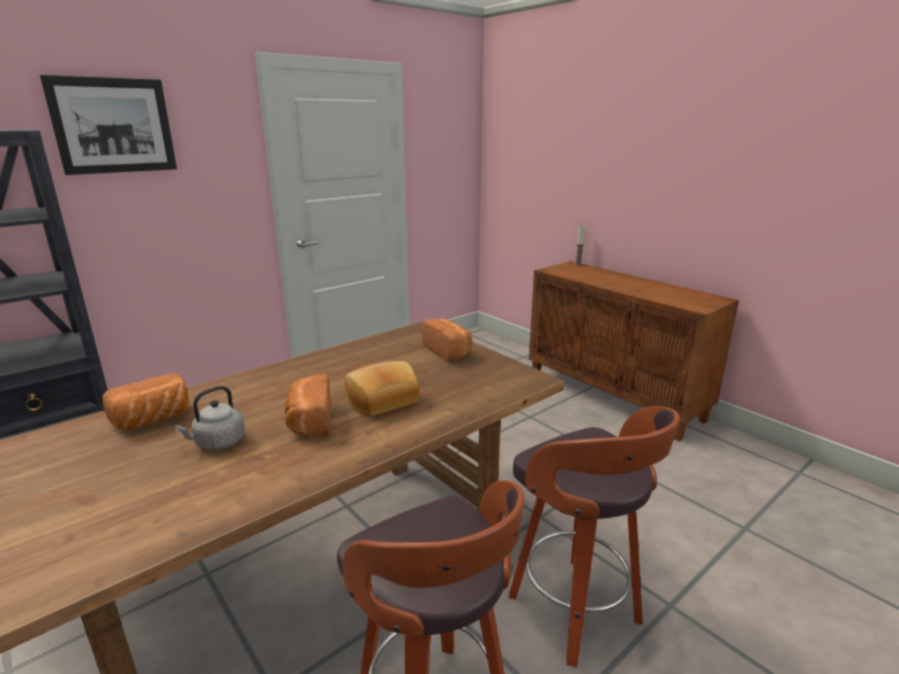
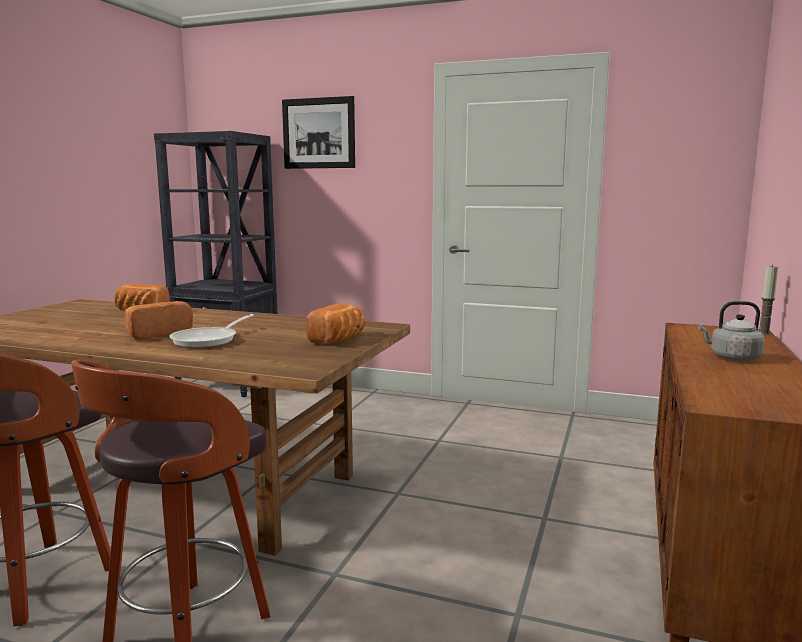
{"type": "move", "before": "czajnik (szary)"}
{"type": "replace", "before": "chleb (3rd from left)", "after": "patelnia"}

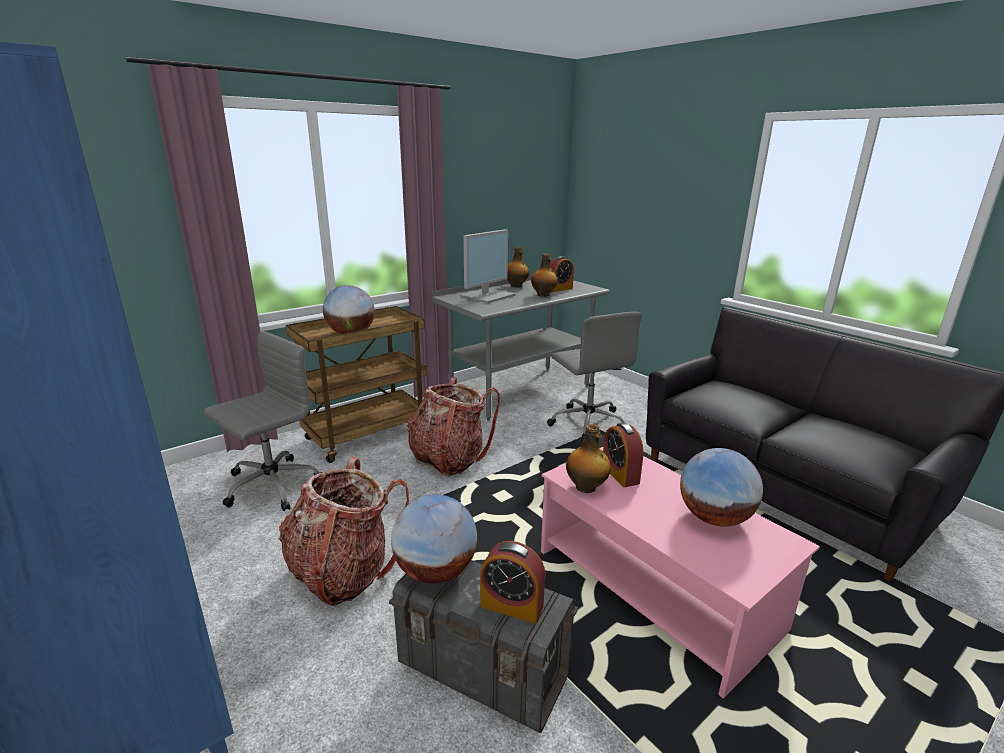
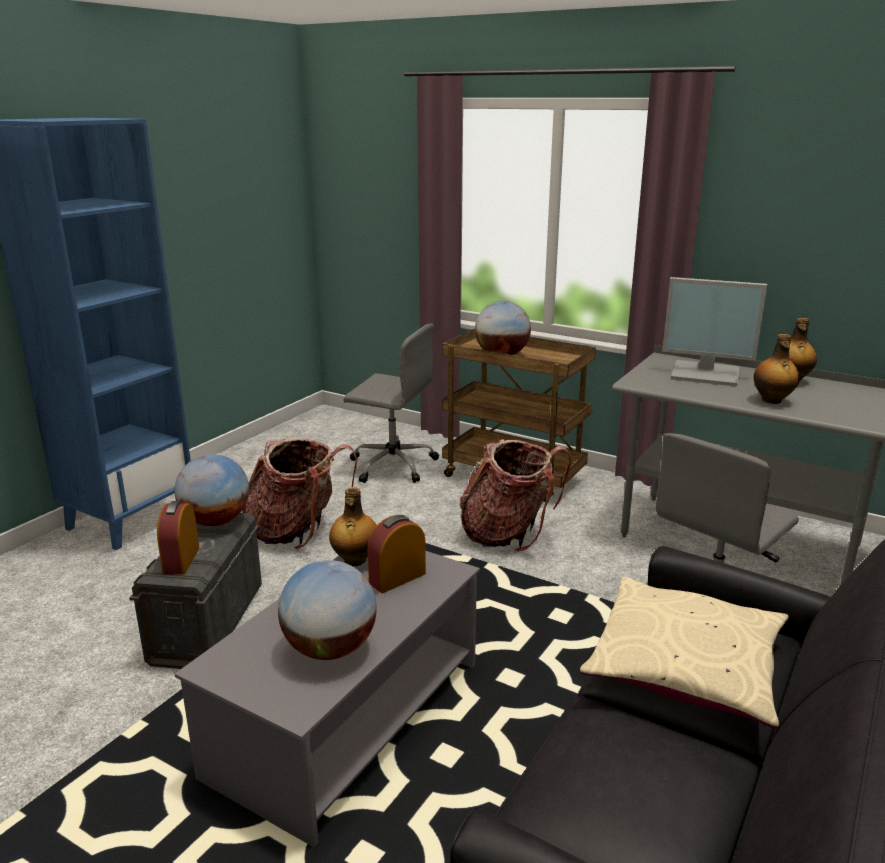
{"type": "recolor", "before": "ława (różowy)", "after": "ława (szary)"}
{"type": "delete", "before": "budzik (2nd from left)"}
{"type": "insert", "after": "poduszka (beżowy)"}

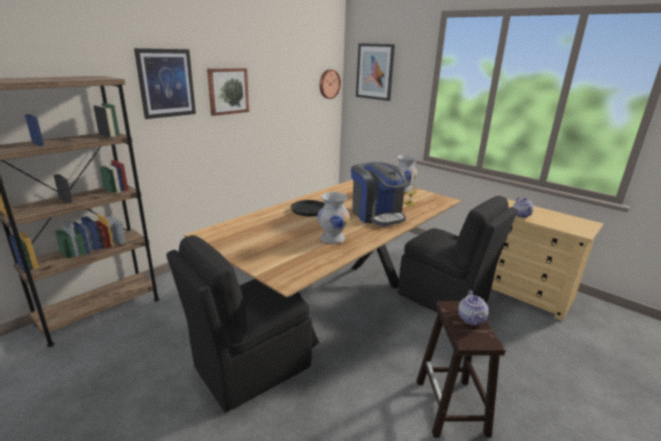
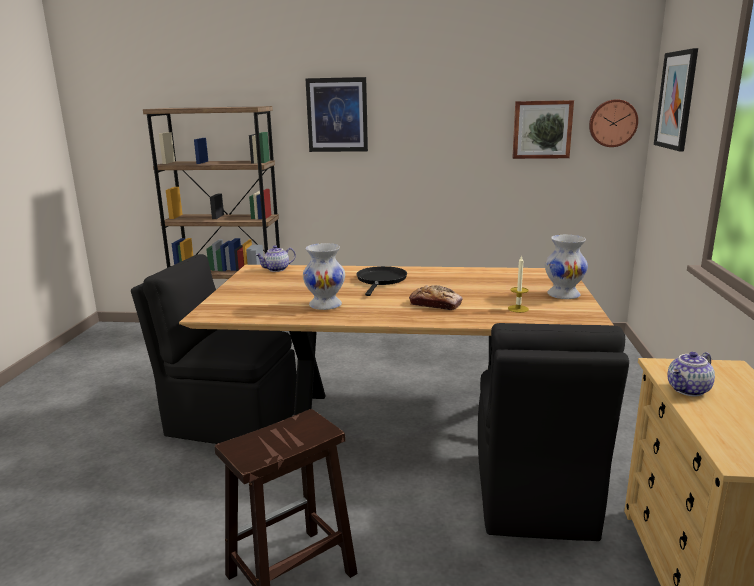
{"type": "move", "before": "obraz (2nd from left)"}
{"type": "replace", "before": "ekspres do kawy", "after": "chleb"}
{"type": "move", "before": "imbryk (1st from left)"}

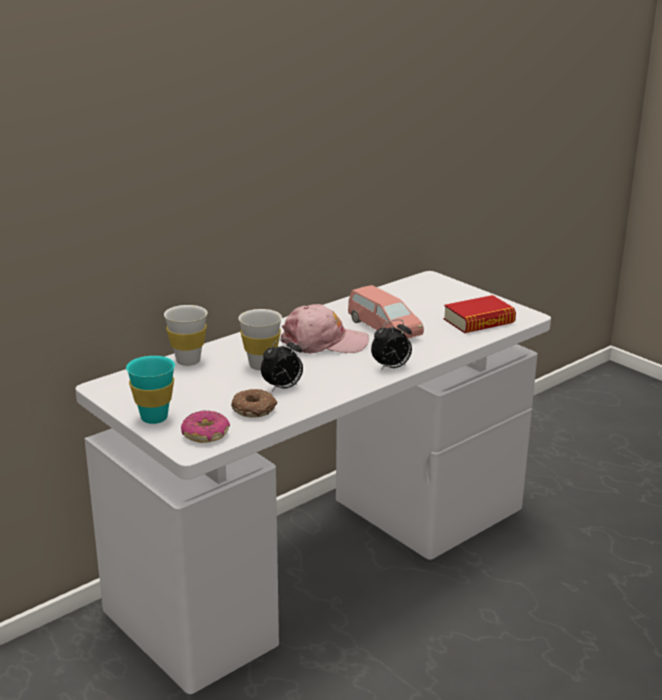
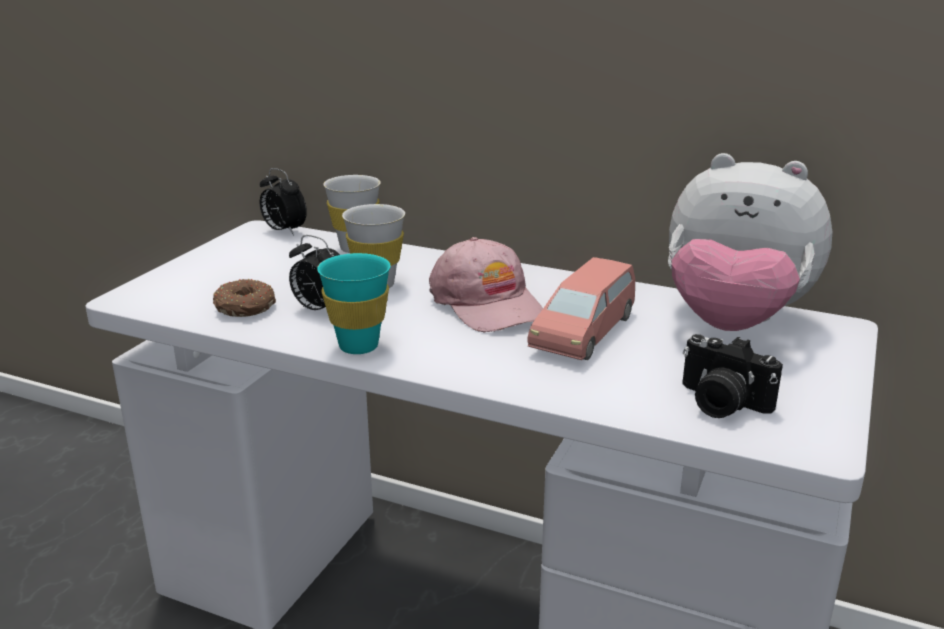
{"type": "move", "before": "filiżanka (turkusowy)"}
{"type": "delete", "before": "donut (1st from left)"}
{"type": "move", "before": "budzik (2nd from left in the first image)", "after": "budzik (1st from left)"}
{"type": "replace", "before": "książka", "after": "aparat fotograficzny"}
{"type": "insert", "after": "pluszak"}

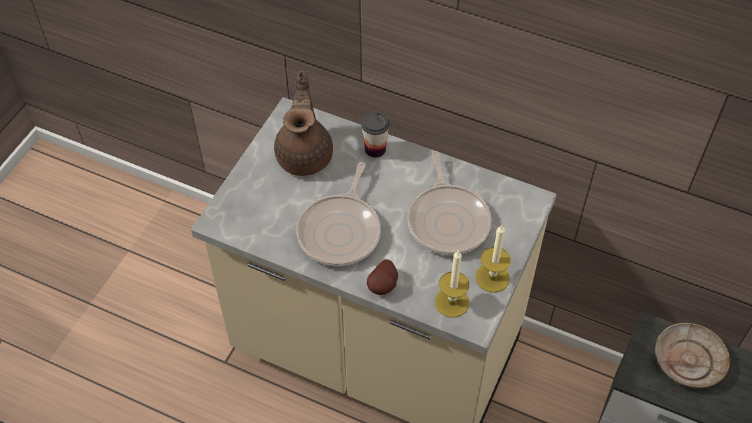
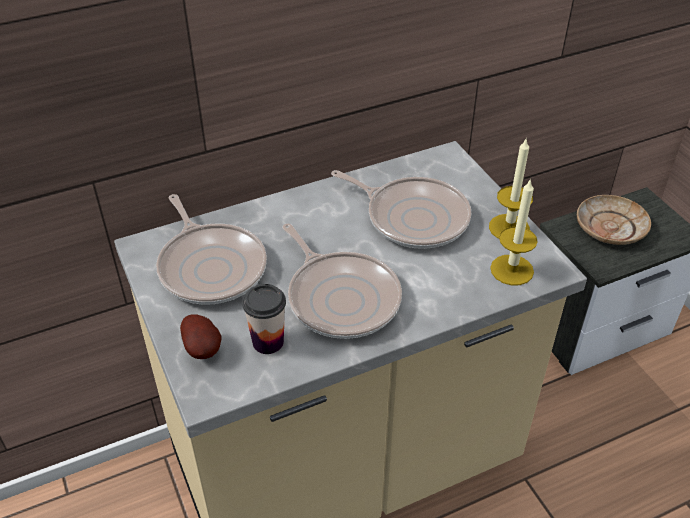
{"type": "replace", "before": "imbryk (brązowy)", "after": "patelnia (1st from left)"}
{"type": "move", "before": "filiżanka"}
{"type": "move", "before": "ziemniak"}

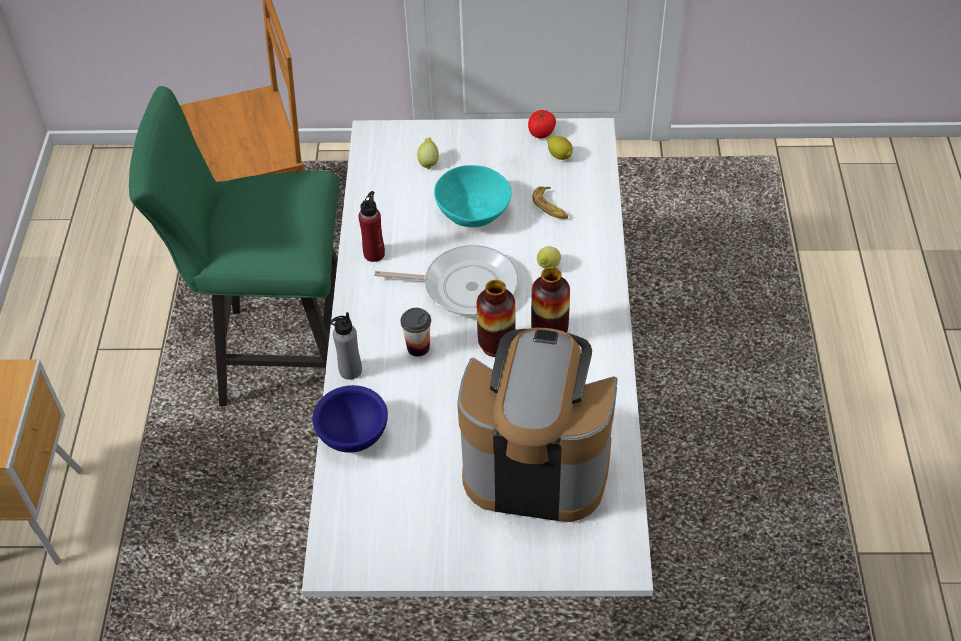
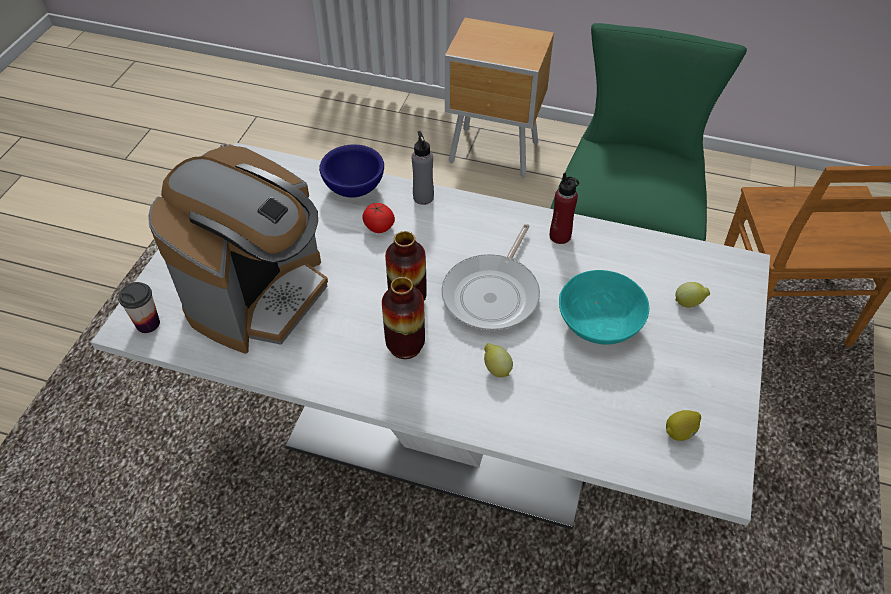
{"type": "move", "before": "filiżanka"}
{"type": "move", "before": "pomidor"}
{"type": "delete", "before": "banan"}

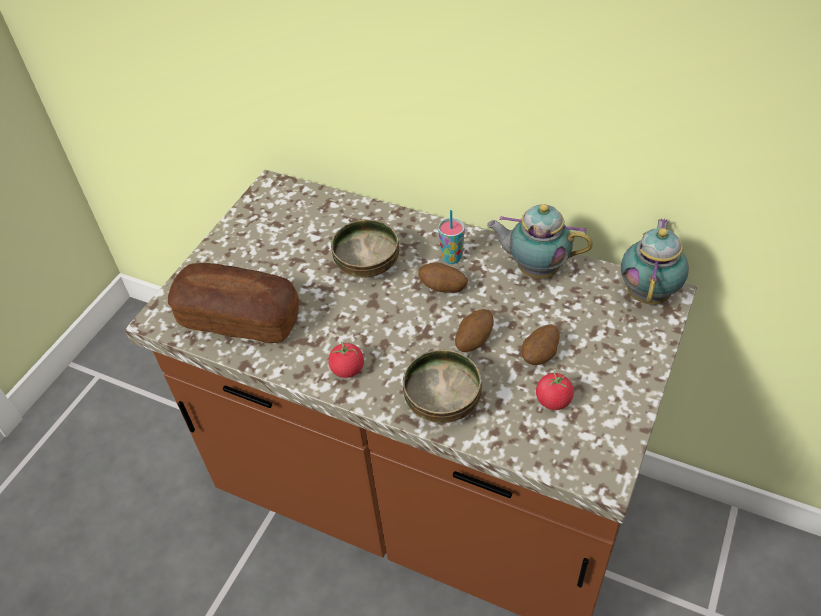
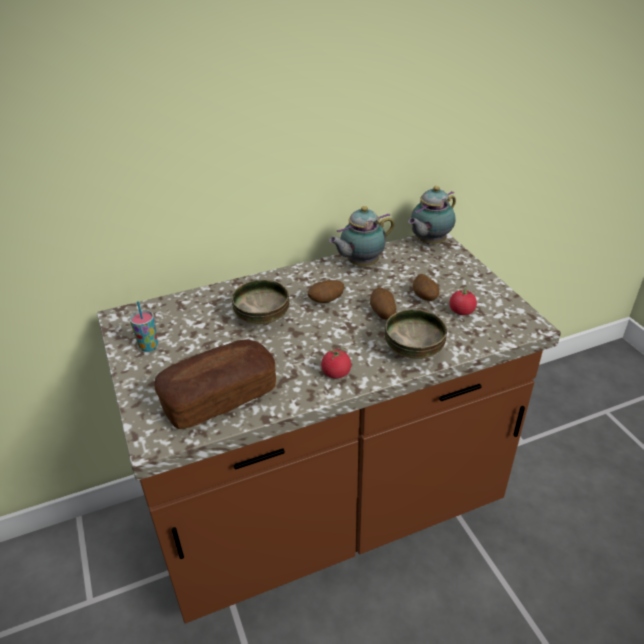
{"type": "move", "before": "filiżanka"}
{"type": "rotate", "before": "imbryk (2nd from left)", "turn": -105}

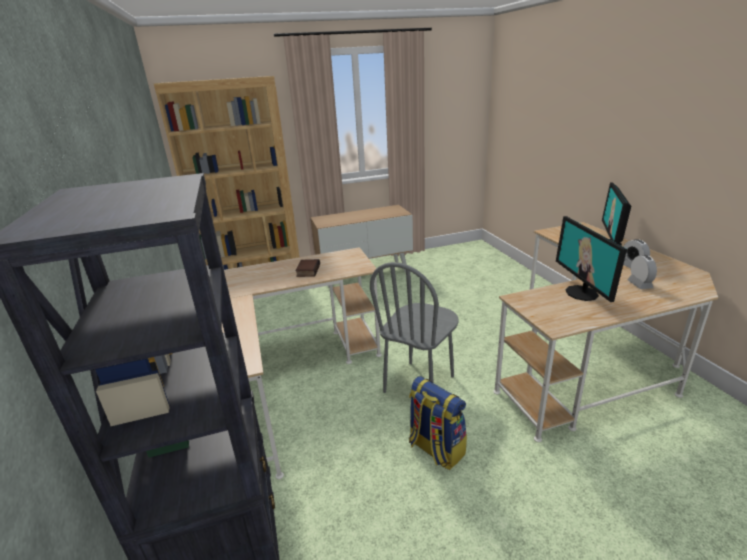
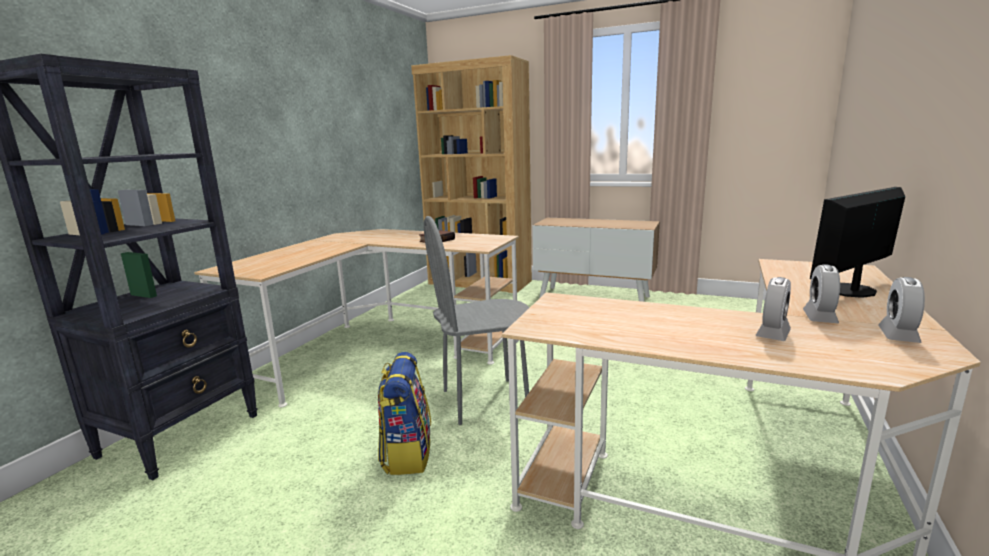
{"type": "delete", "before": "monitor (1st from left)"}
{"type": "insert", "after": "budzik (3rd from left)"}

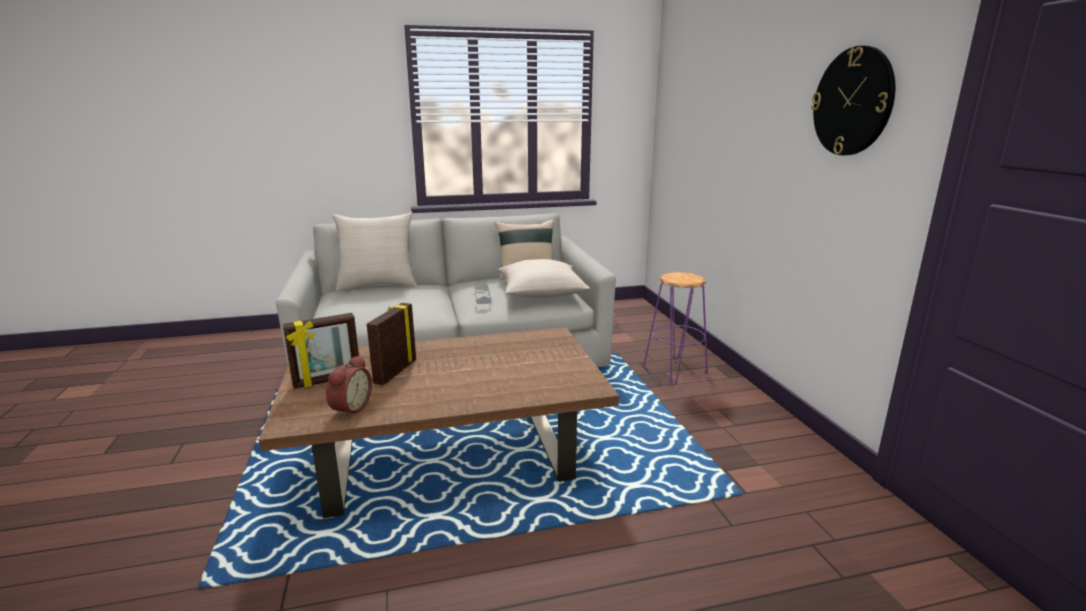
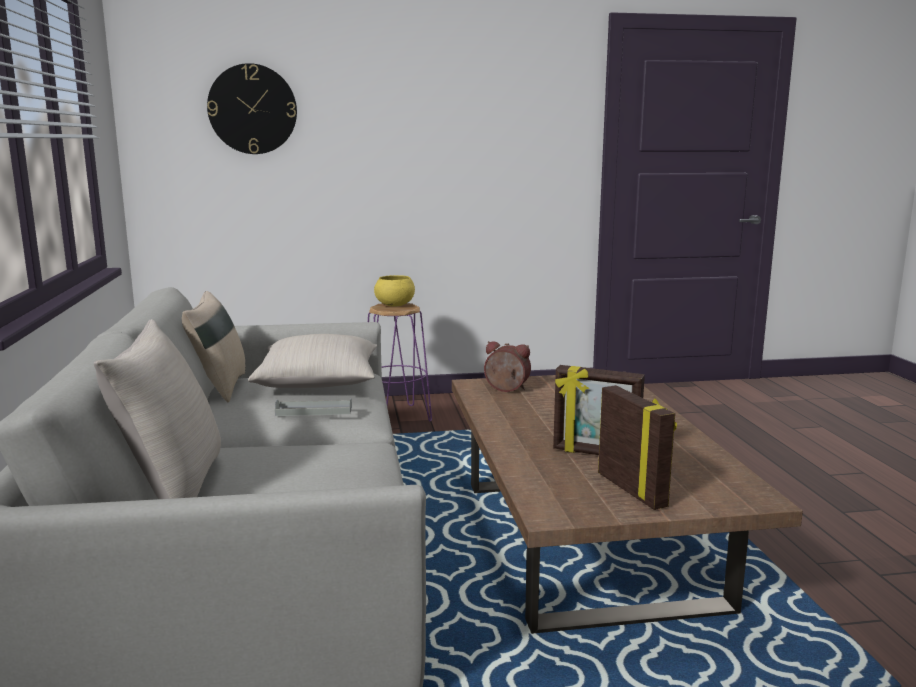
{"type": "move", "before": "budzik"}
{"type": "move", "before": "zegar ścienny"}
{"type": "insert", "after": "miska (żółty)"}

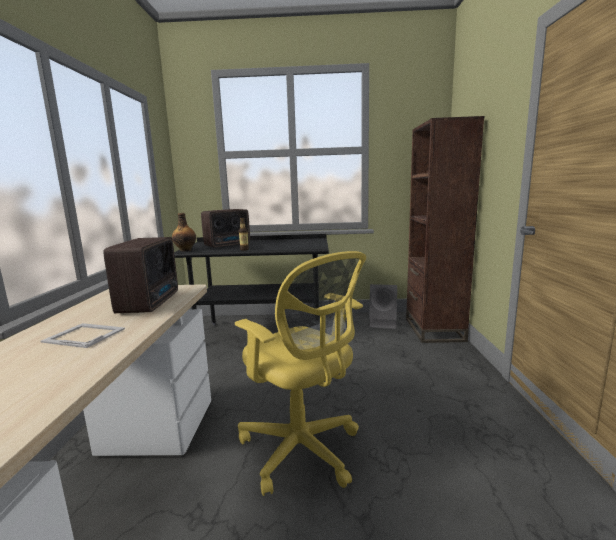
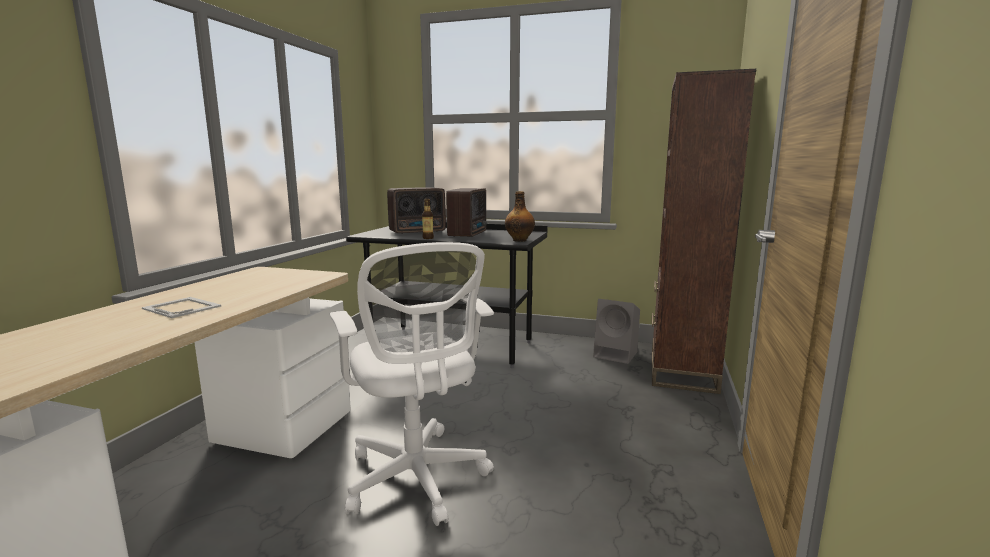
{"type": "move", "before": "radio (1st from left in the first image)", "after": "radio (2nd from left)"}
{"type": "move", "before": "butelka (1st from left in the first image)", "after": "butelka (2nd from left)"}
{"type": "recolor", "before": "krzesło biurowe (żółty)", "after": "krzesło biurowe (biały)"}

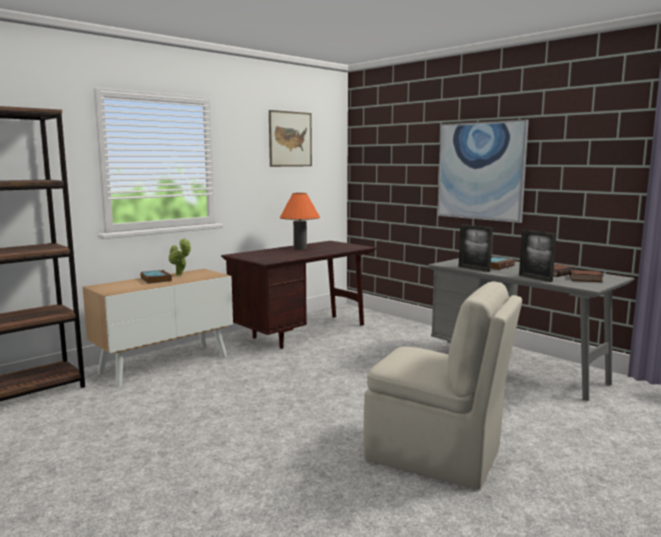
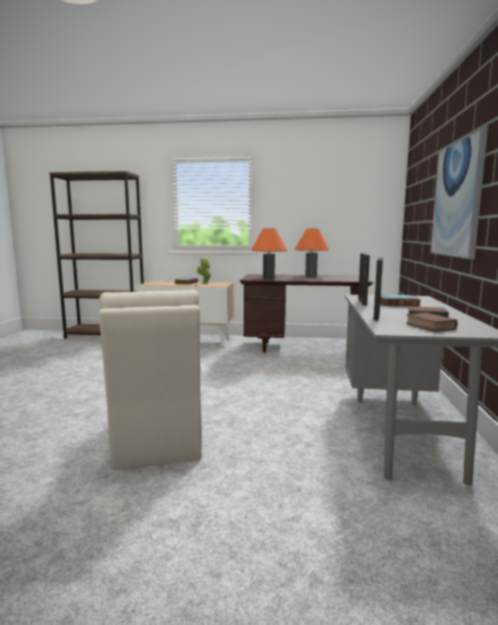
{"type": "delete", "before": "obraz (1st from left)"}
{"type": "insert", "after": "lampa stołowa (pomarańczowy) (1st from left)"}

